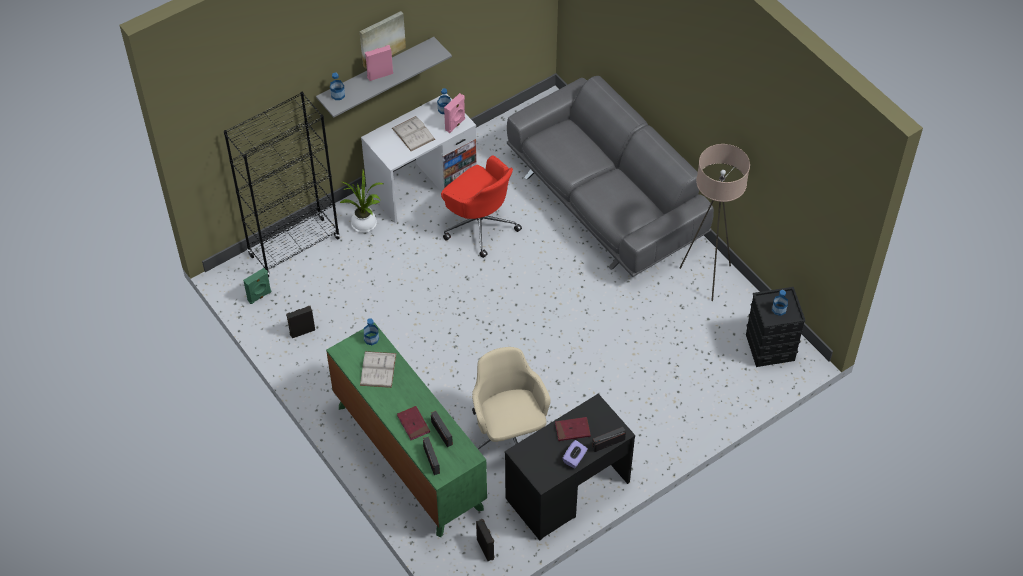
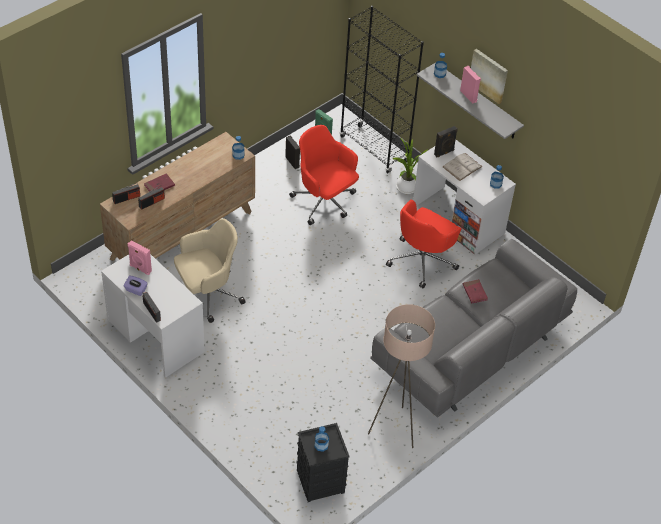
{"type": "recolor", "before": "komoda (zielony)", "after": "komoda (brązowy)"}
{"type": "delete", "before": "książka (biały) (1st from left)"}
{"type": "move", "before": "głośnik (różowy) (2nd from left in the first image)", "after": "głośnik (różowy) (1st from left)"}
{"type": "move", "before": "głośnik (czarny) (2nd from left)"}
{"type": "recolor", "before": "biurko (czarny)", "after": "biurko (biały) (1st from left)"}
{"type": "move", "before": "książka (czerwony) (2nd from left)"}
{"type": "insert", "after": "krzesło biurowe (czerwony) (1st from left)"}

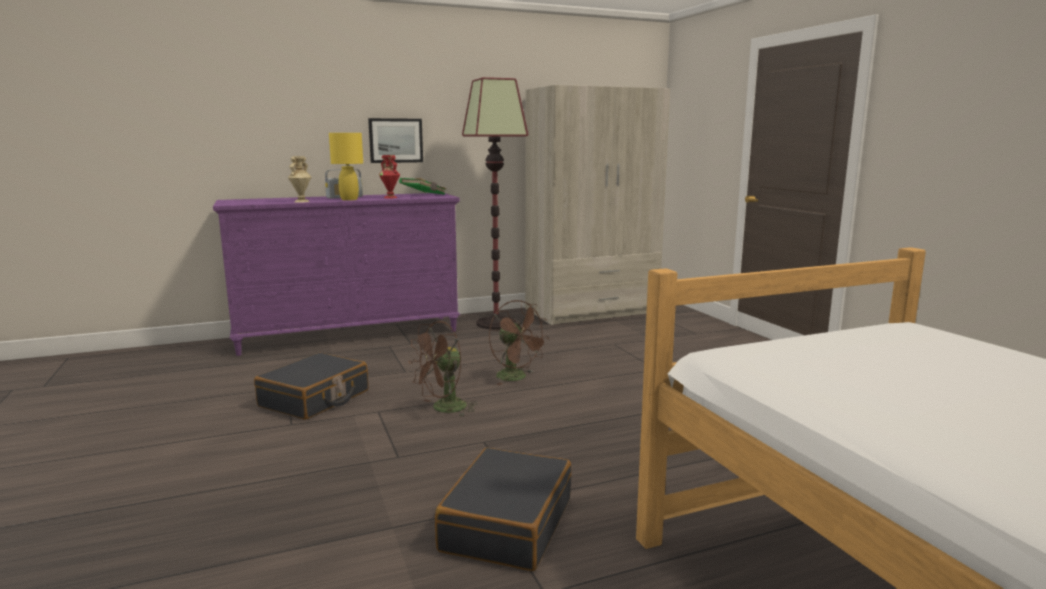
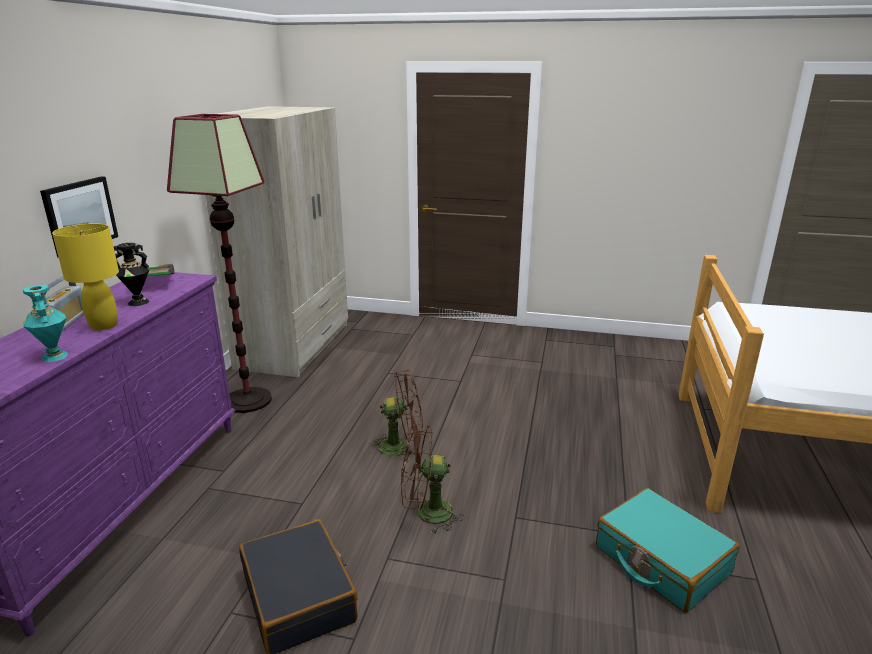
{"type": "recolor", "before": "wazon (beżowy)", "after": "wazon (turkusowy)"}
{"type": "recolor", "before": "wazon (czerwony)", "after": "wazon (czarny)"}
{"type": "rotate", "before": "wentylator (brązowy) (1st from left in the first image)", "turn": 90}
{"type": "recolor", "before": "walizka (czarny) (2nd from left)", "after": "walizka (turkusowy)"}

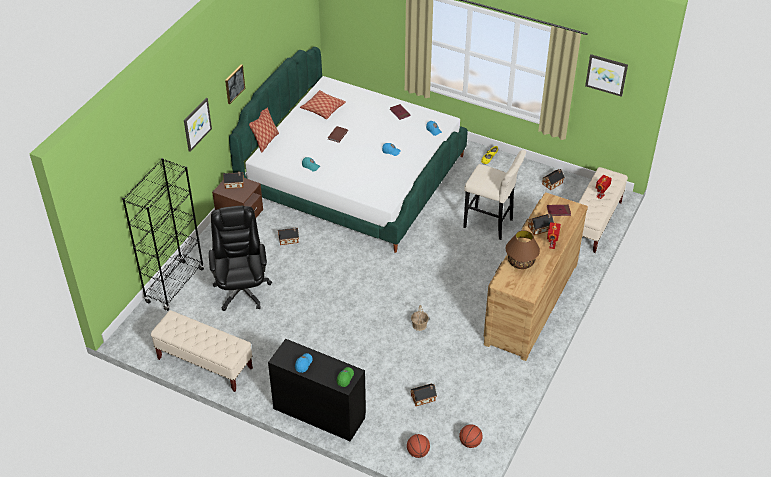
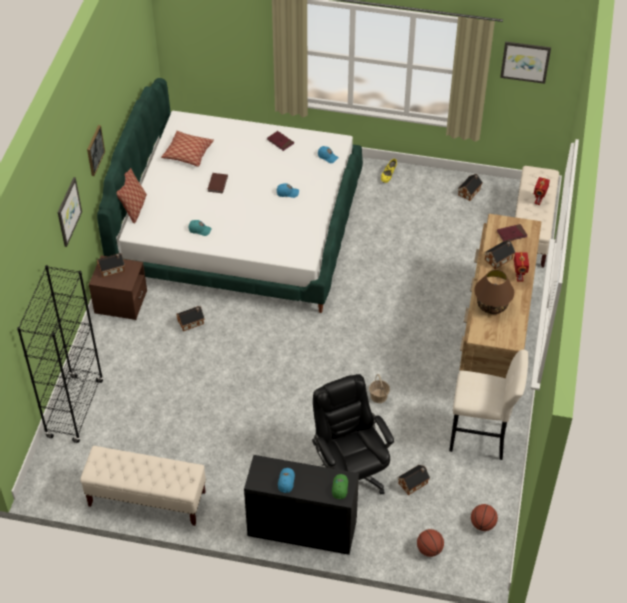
{"type": "move", "before": "krzesło biurowe (czarny)"}
{"type": "move", "before": "stołek (beżowy)"}

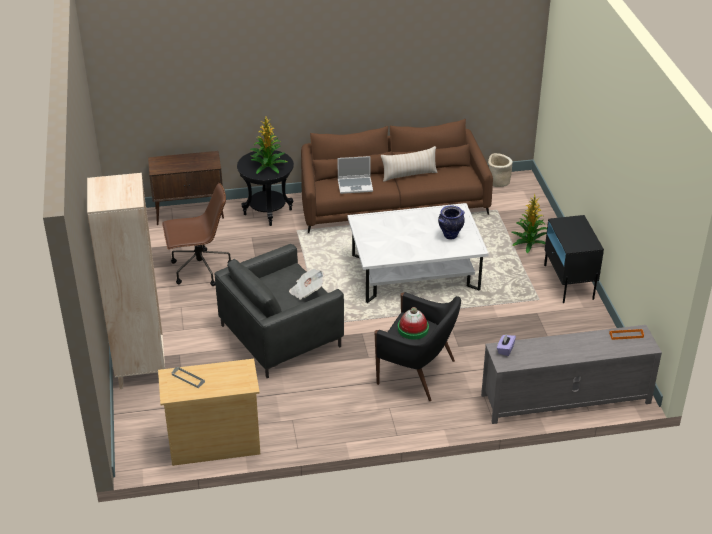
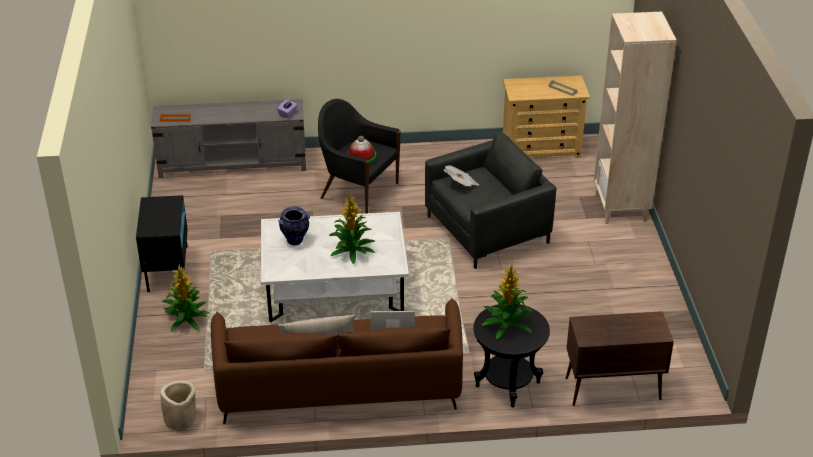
{"type": "delete", "before": "krzesło biurowe (brązowy)"}
{"type": "insert", "after": "roślina doniczkowa (2nd from left)"}

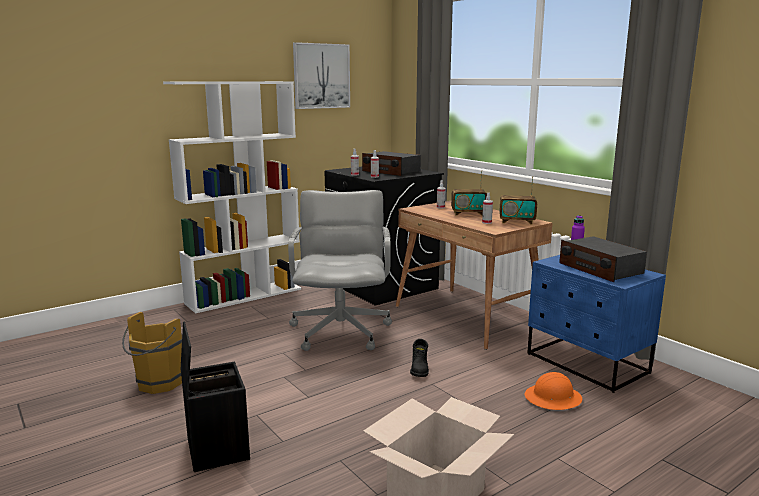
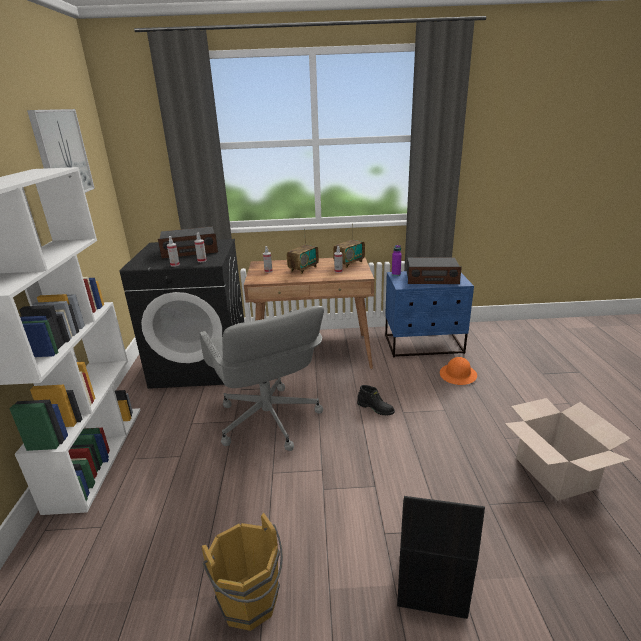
{"type": "rotate", "before": "krzesło biurowe (szary)", "turn": -150}

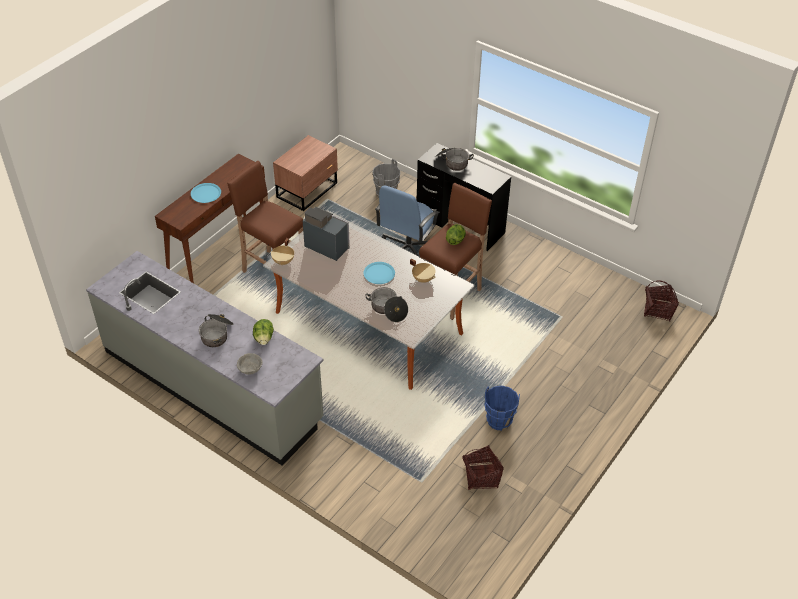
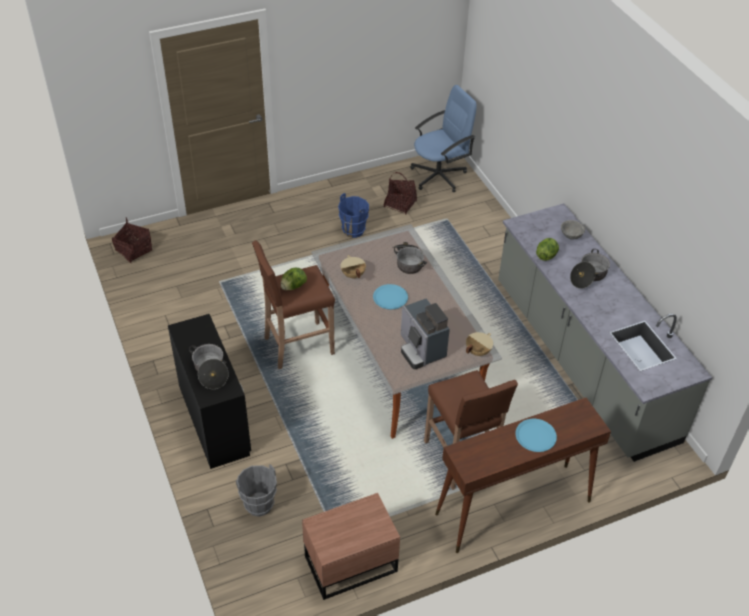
{"type": "move", "before": "krzesło biurowe (niebieski)"}

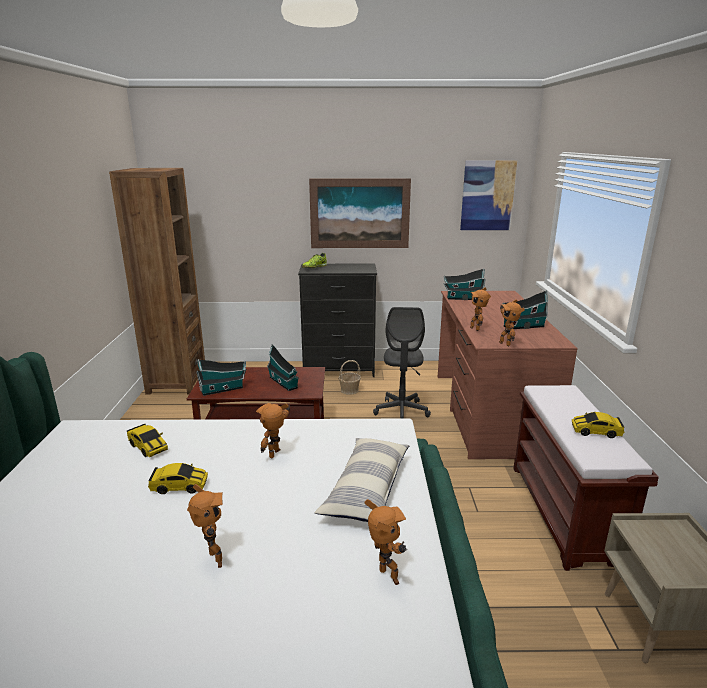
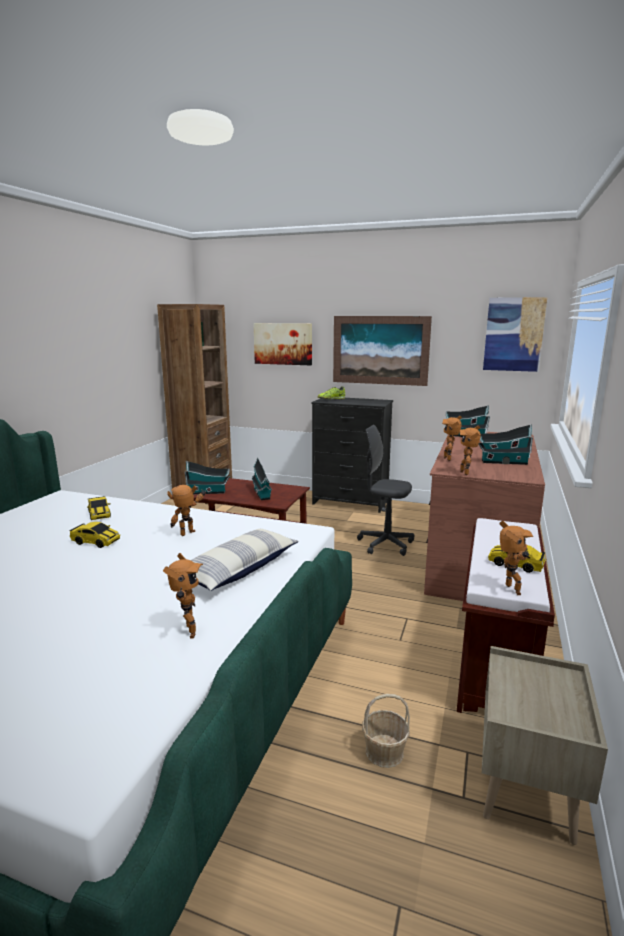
{"type": "move", "before": "robot zabawkowy (1st from left in the first image)", "after": "robot zabawkowy (5th from left)"}
{"type": "move", "before": "koszyk"}
{"type": "rotate", "before": "krzesło biurowe (szary)", "turn": 90}
{"type": "insert", "after": "obraz (1st from left)"}

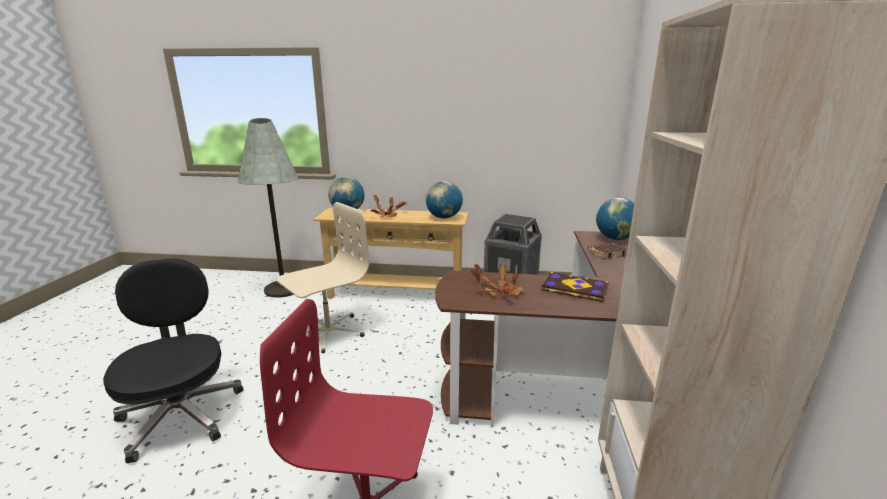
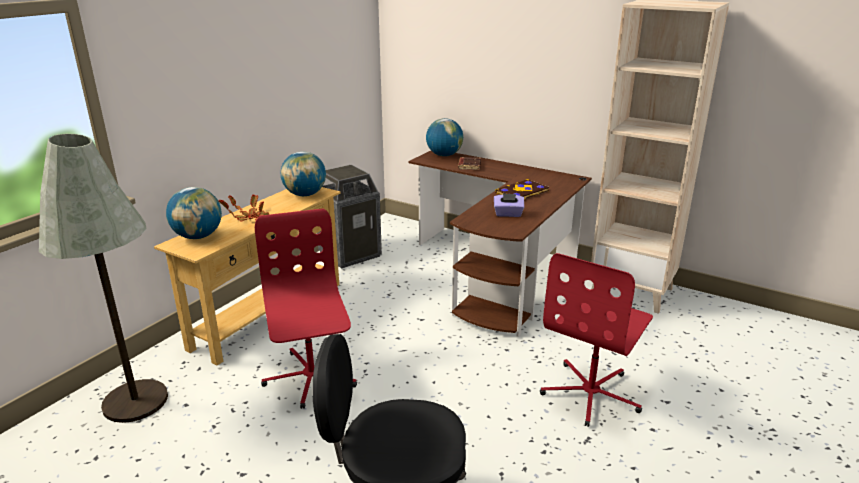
{"type": "recolor", "before": "krzesło biurowe (beżowy)", "after": "krzesło biurowe (czerwony) (1st from left)"}
{"type": "replace", "before": "roślina doniczkowa (2nd from left)", "after": "pudełko chusteczek (fioletowy)"}

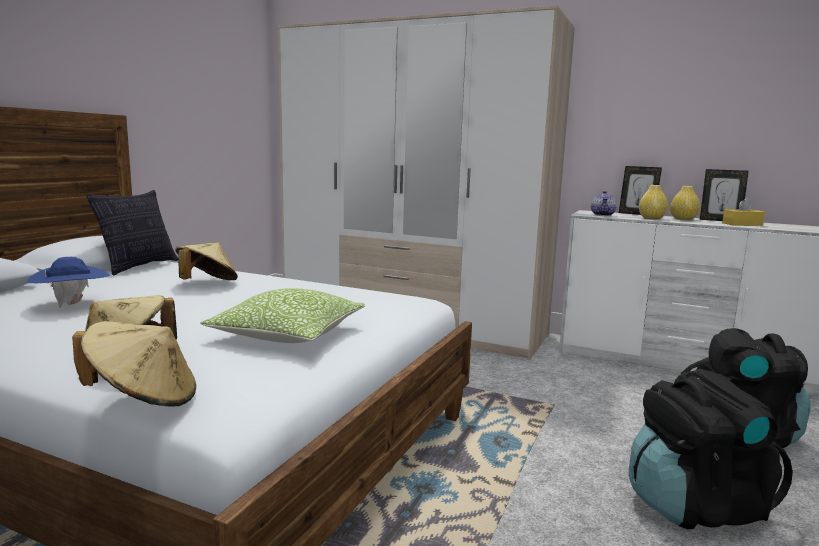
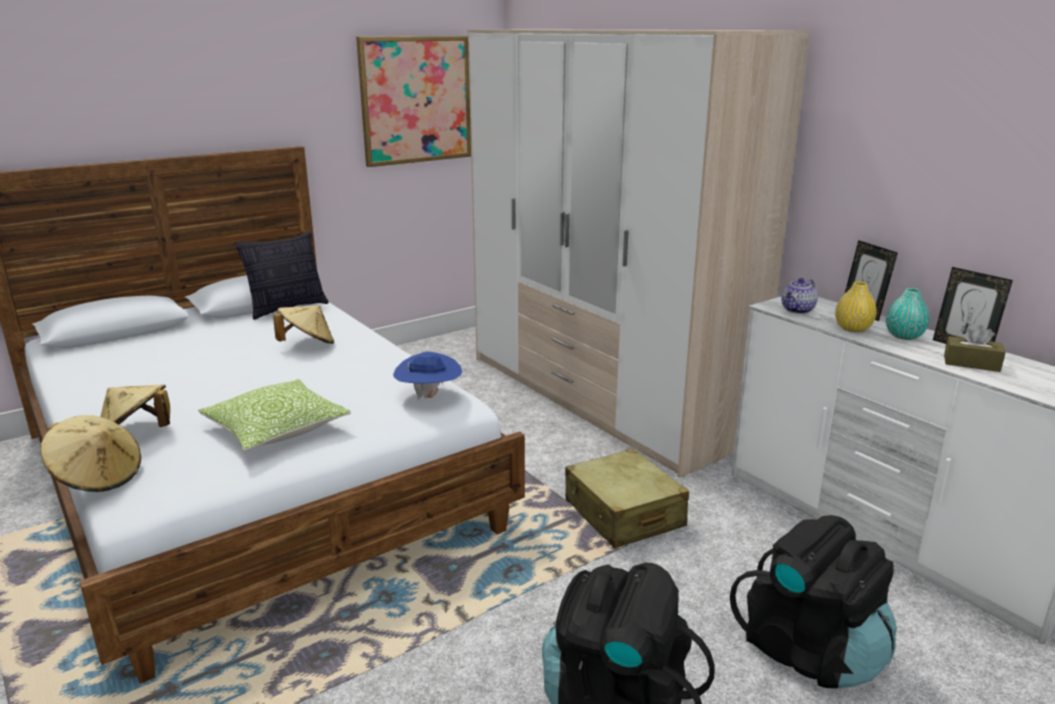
{"type": "move", "before": "kapelusz (niebieski)"}
{"type": "recolor", "before": "wazon (żółty) (2nd from left)", "after": "wazon (turkusowy)"}
{"type": "recolor", "before": "pudełko chusteczek (żółty)", "after": "pudełko chusteczek (brązowy)"}
{"type": "insert", "after": "obraz"}
{"type": "insert", "after": "walizka (beżowy)"}

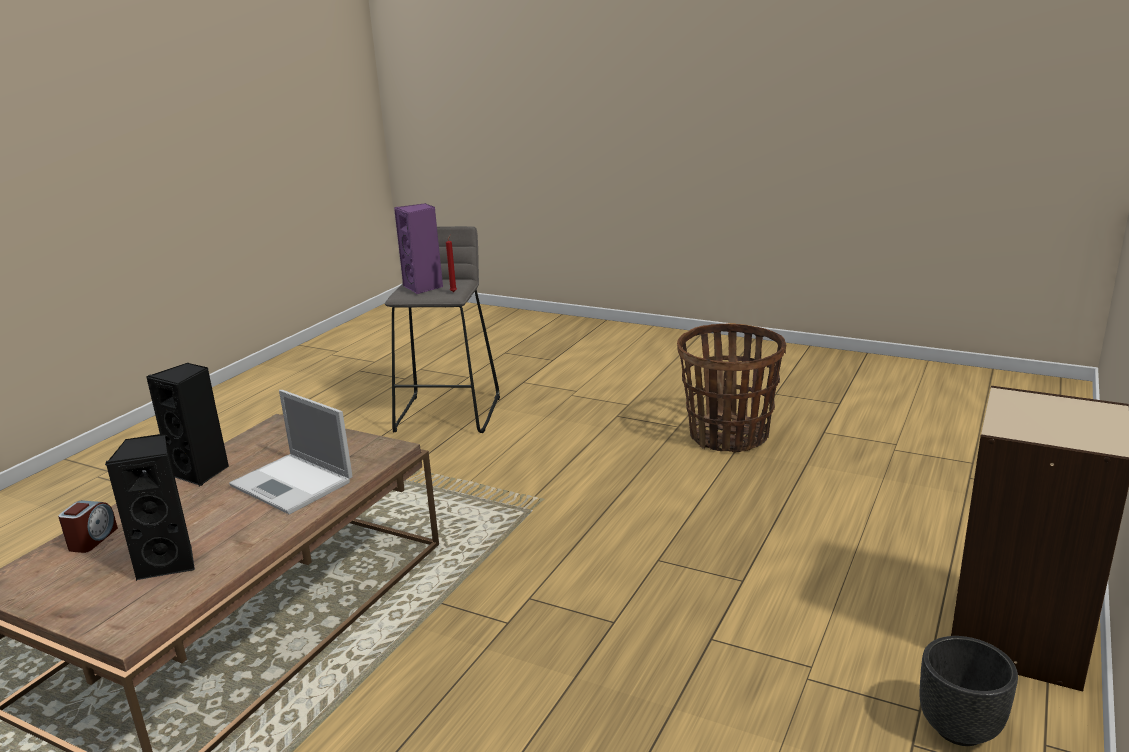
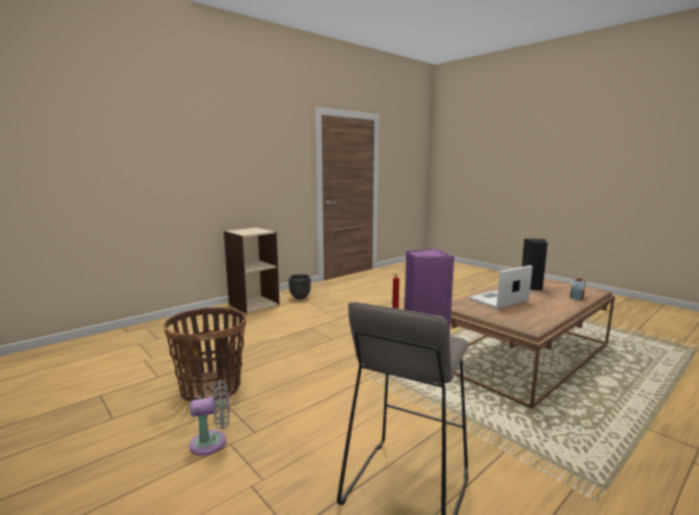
{"type": "delete", "before": "głośnik (czarny) (2nd from left)"}
{"type": "rotate", "before": "laptop", "turn": -90}
{"type": "insert", "after": "wentylator (szary)"}

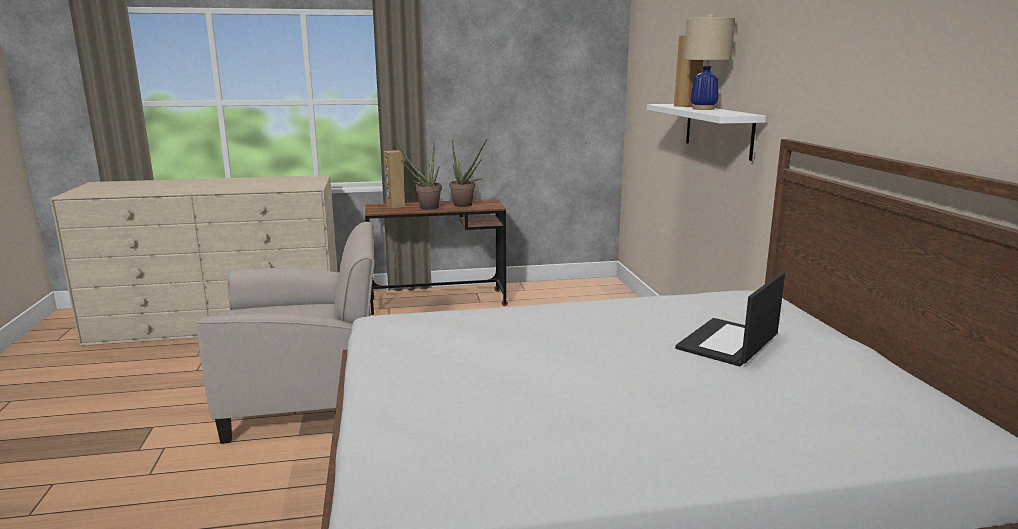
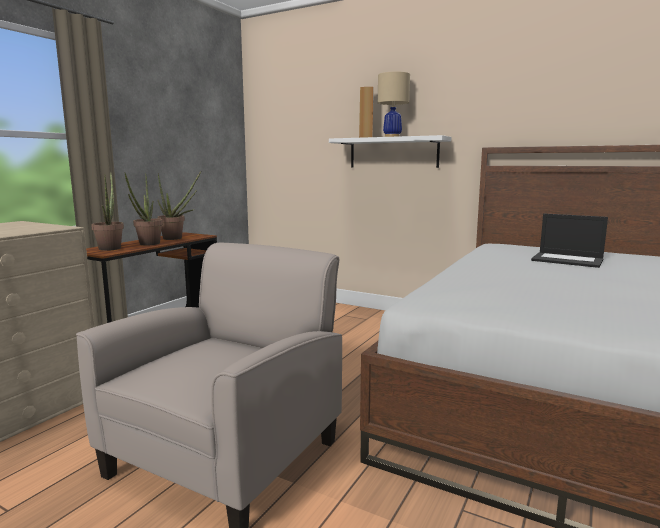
{"type": "replace", "before": "głośnik (brązowy) (1st from left)", "after": "roślina doniczkowa (1st from left)"}
{"type": "rotate", "before": "laptop", "turn": -45}

